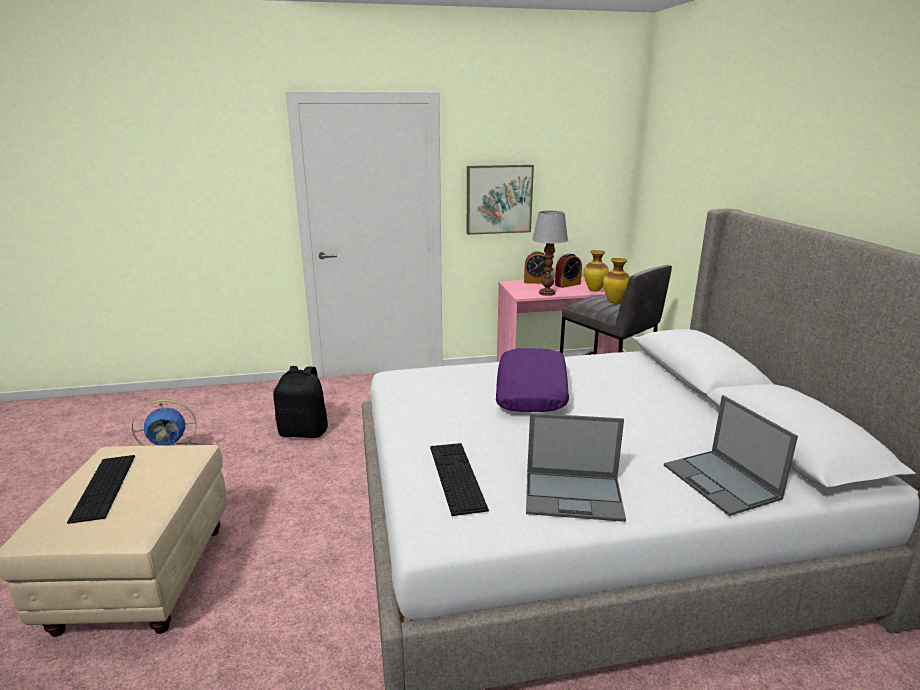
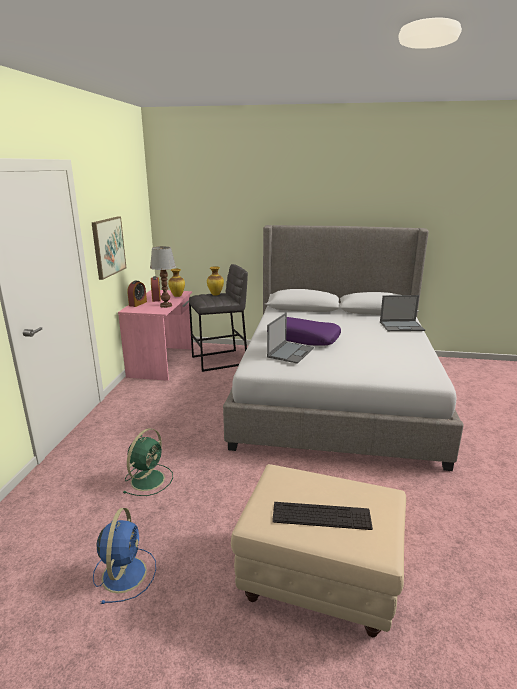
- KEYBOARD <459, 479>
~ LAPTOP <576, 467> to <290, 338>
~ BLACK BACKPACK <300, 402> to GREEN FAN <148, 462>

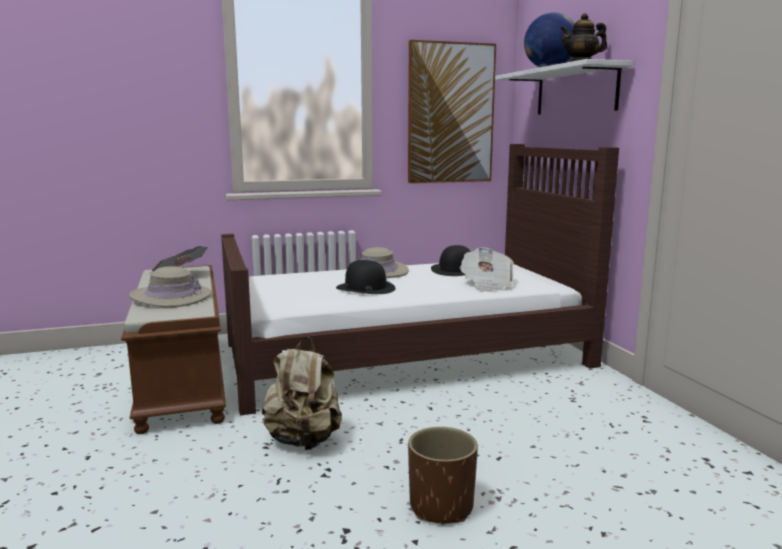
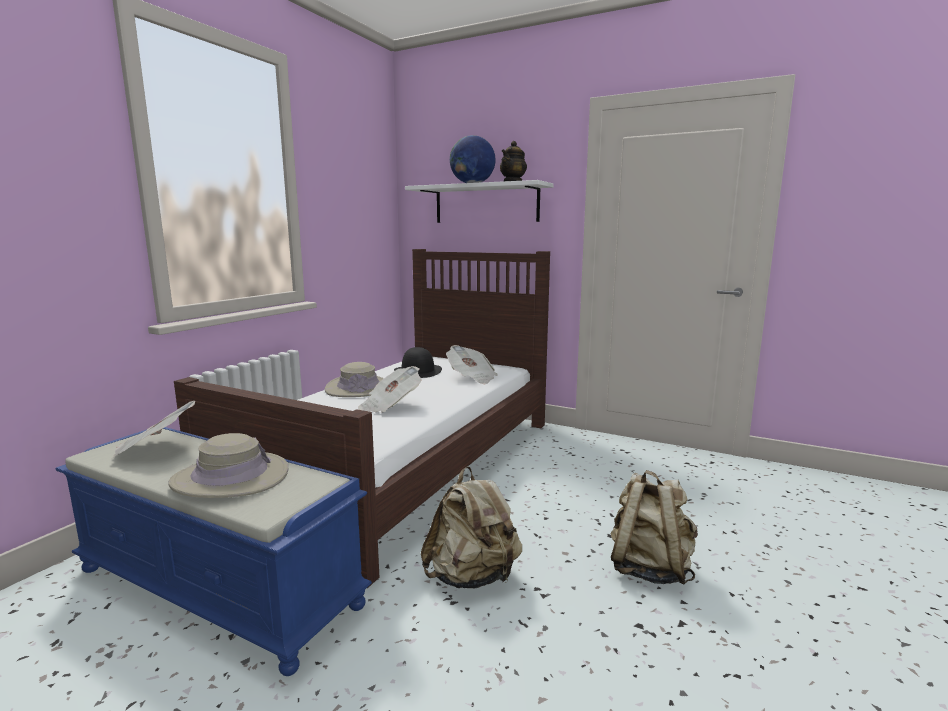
- PICTURE <452, 111>
~ BLACK HAT <366, 277> to NEWSPAPER <390, 389>
~ BROWN PLANTER <443, 475> to BEIGE BACKPACK <654, 527>
~ BROWN BENCH <173, 349> to BLUE BENCH <213, 551>

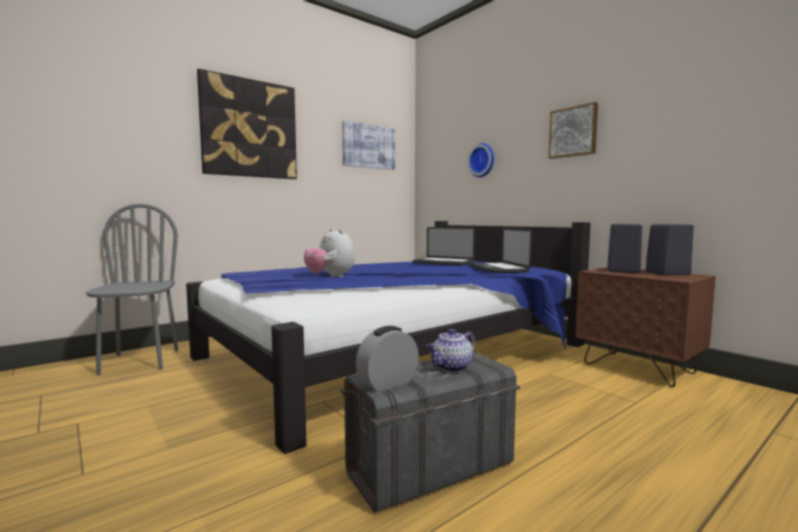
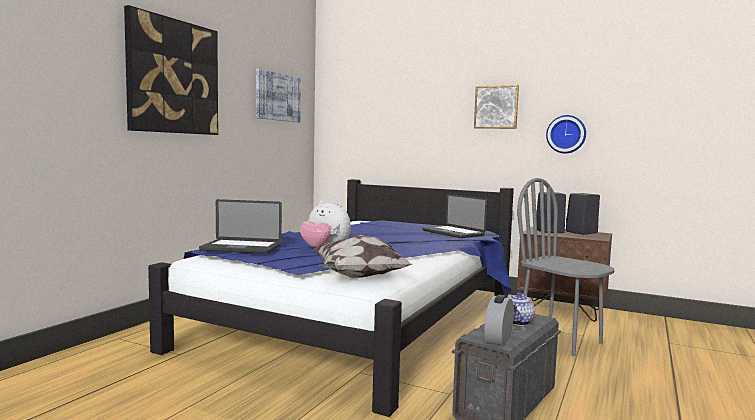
+ PILLOW <363, 256>
~ GREY CHAIR <132, 289> to <566, 267>
~ LAPTOP <444, 246> to <240, 226>
~ WALL CLOCK <480, 160> to <566, 134>

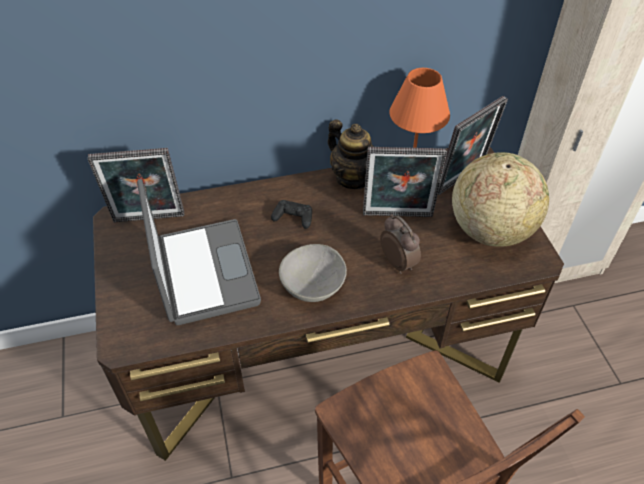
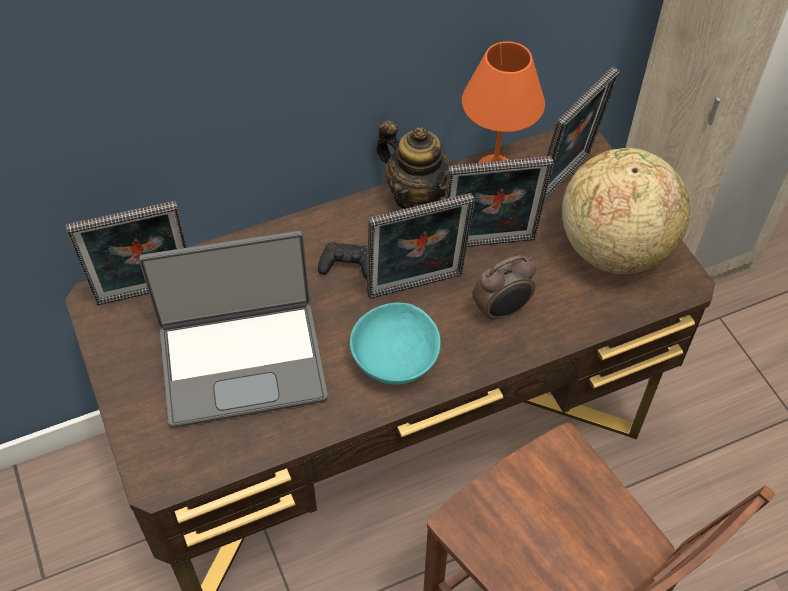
+ PICTURE FRAME <421, 246>
~ GREY BOWL <313, 273> to TURQUOISE BOWL <395, 344>
~ LAPTOP <199, 252> = <233, 329> 105 degrees clockwise
~ ALARM CLOCK <400, 244> = <504, 289> 105 degrees clockwise

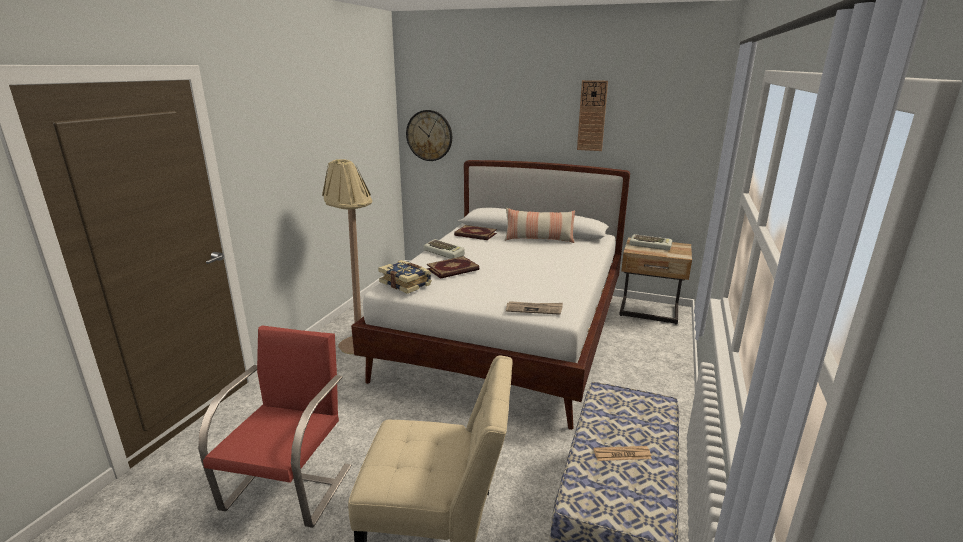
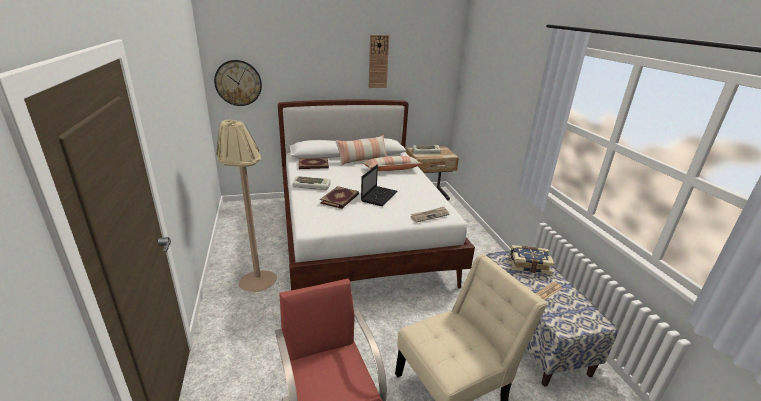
+ LAPTOP <379, 185>
+ PILLOW <392, 163>
~ BOOK <405, 277> to <531, 260>

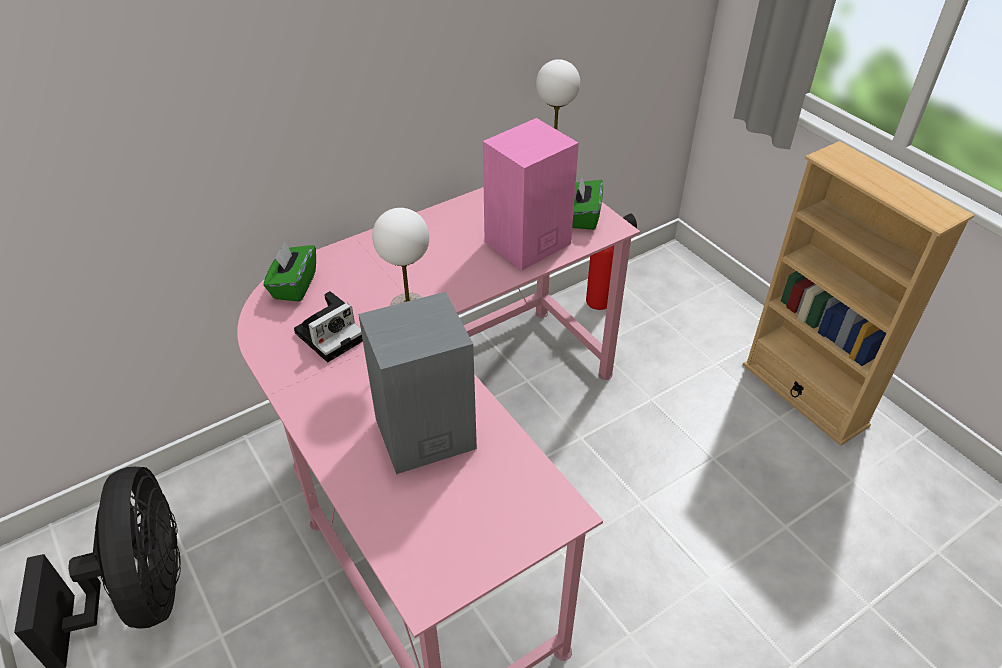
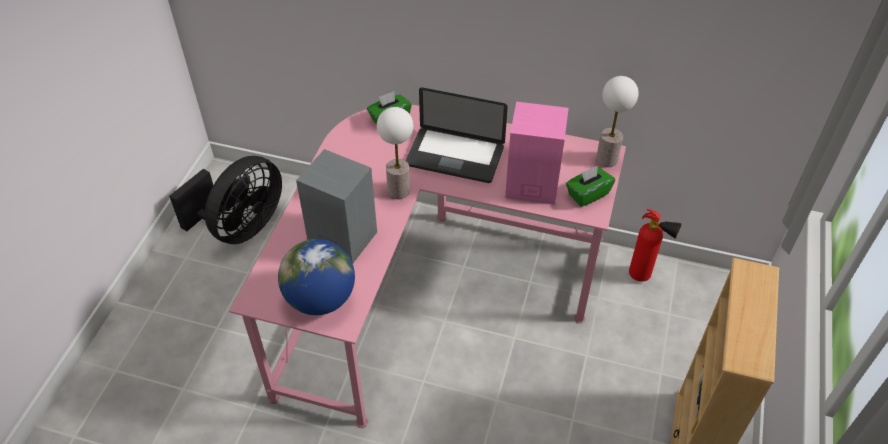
- PHOTO CAMERA <328, 326>
+ GLOBE <316, 277>
+ LAPTOP <456, 135>

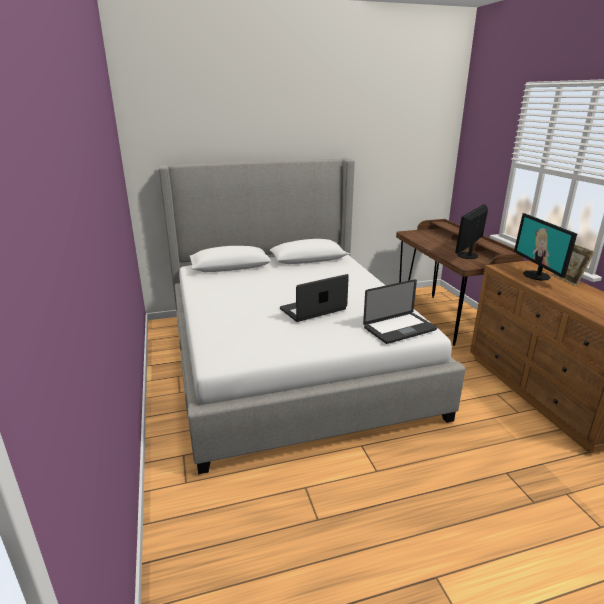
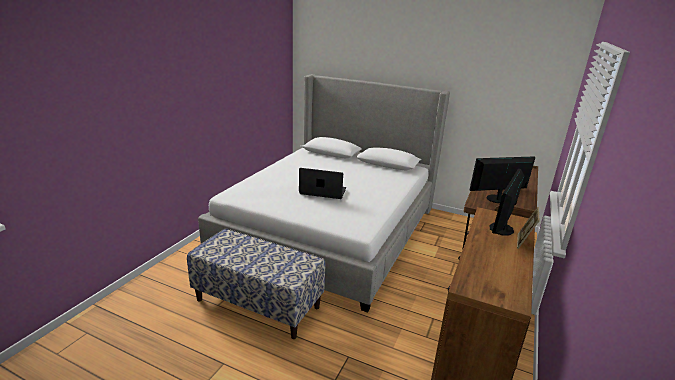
- LAPTOP <400, 311>
+ BENCH <256, 284>

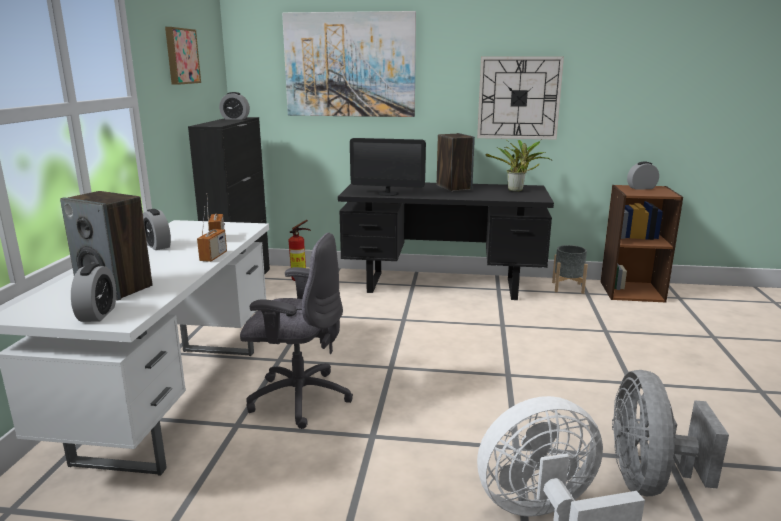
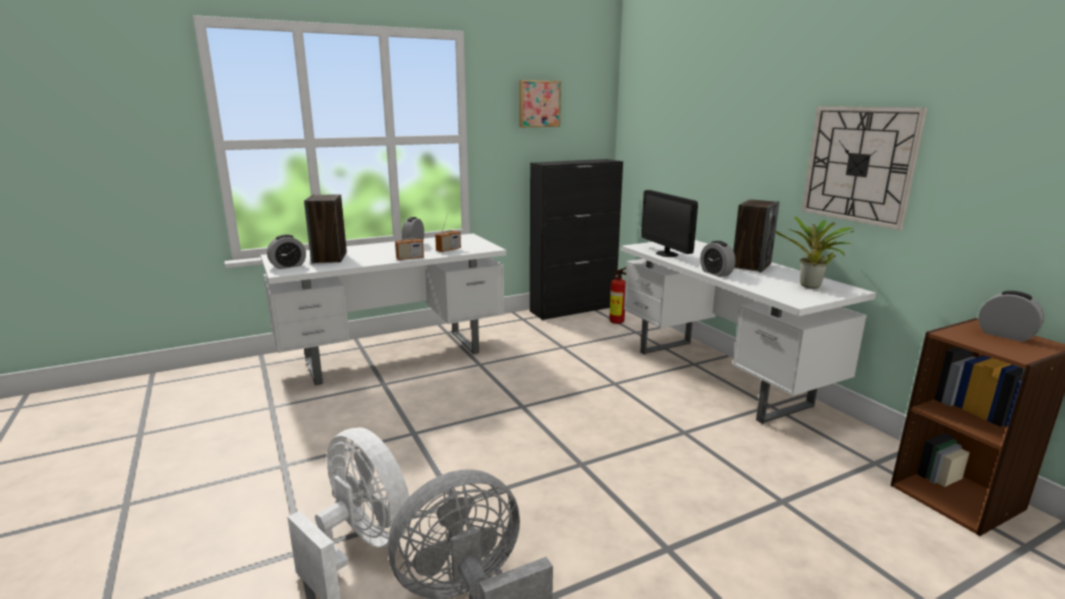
- GREY OFFICE CHAIR <296, 331>
- PICTURE <349, 64>
- GREY PLANTER <570, 269>
~ ALARM CLOCK <234, 106> to <718, 259>
~ BLACK DESK <446, 241> to WHITE DESK <748, 332>

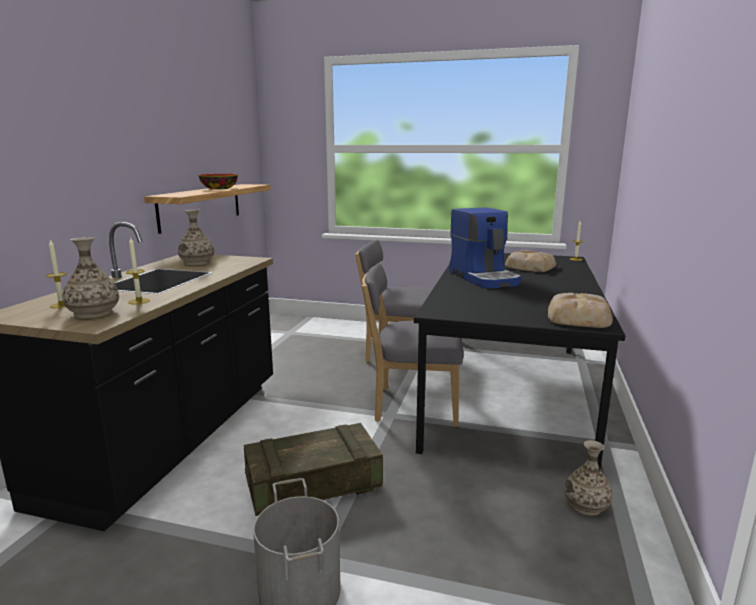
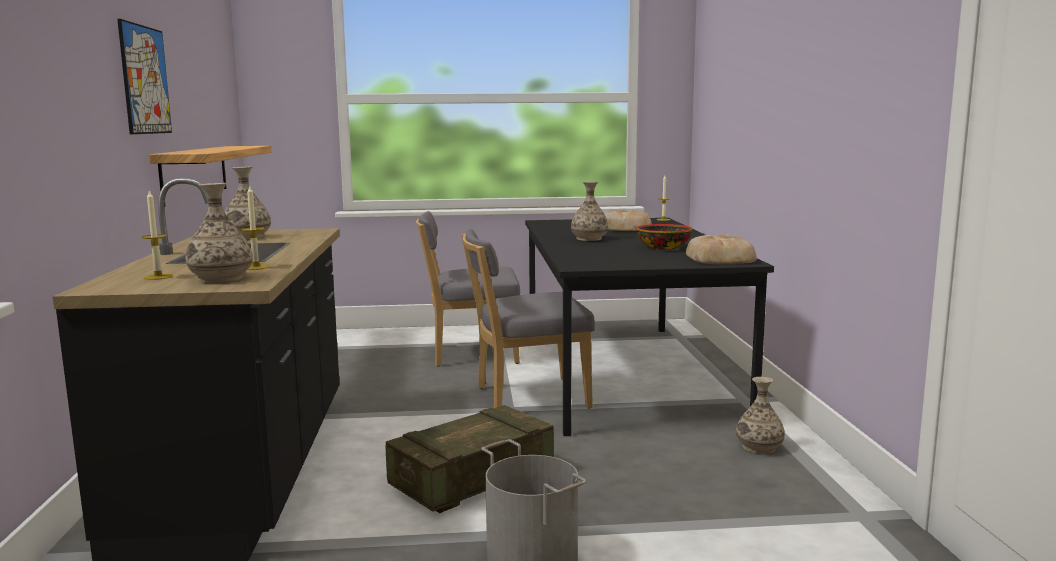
+ PICTURE <144, 76>
~ BOWL <218, 182> to <664, 237>
~ COFFEE MACHINE <485, 247> to VASE <589, 211>

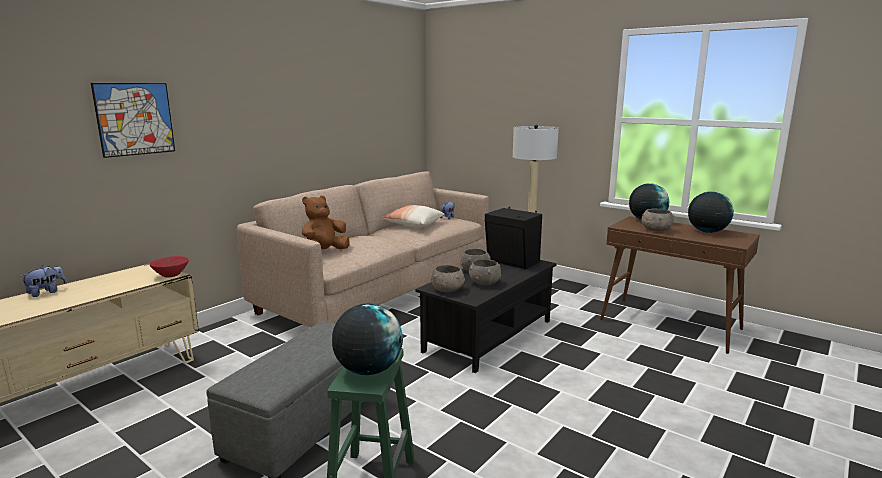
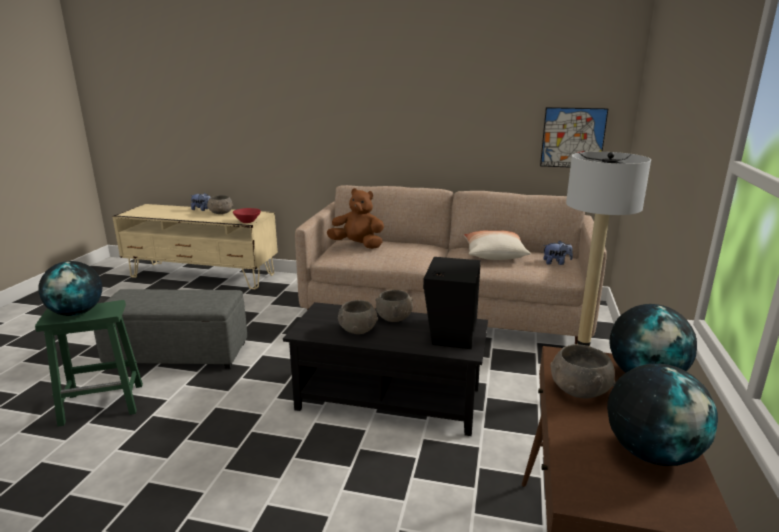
~ PICTURE <133, 120> to <574, 137>
~ GREY BOWL <448, 278> to <220, 204>

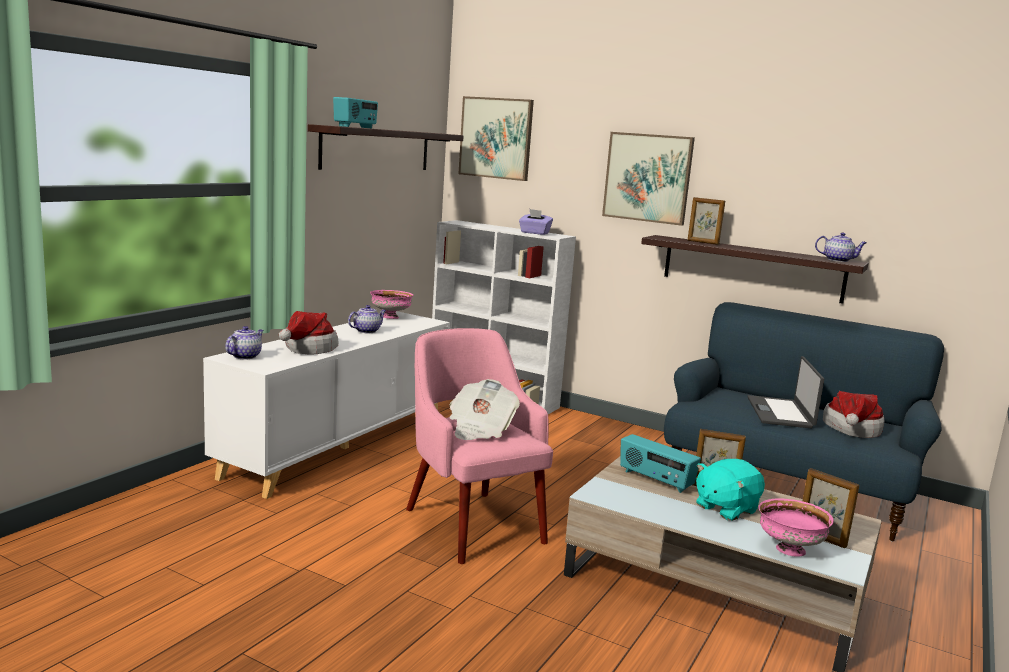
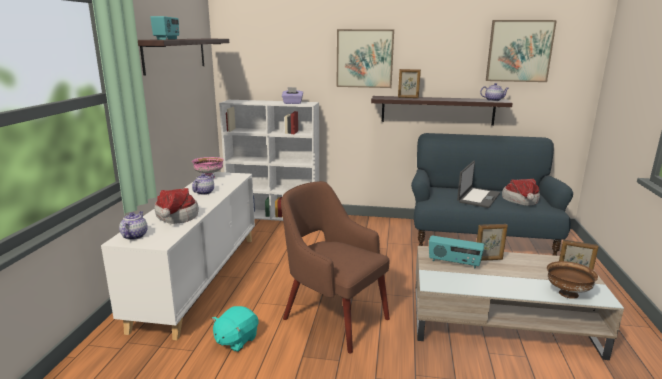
- NEWSPAPER <484, 409>
~ PICTURE <496, 138> to <521, 51>
~ TURQUOISE PLUSH TOY <730, 490> to <235, 329>
~ PINK ARMCHAIR <479, 446> to BROWN ARMCHAIR <335, 267>
~ PINK BOWL <796, 527> to BROWN BOWL <572, 280>
~ LAPTOP <785, 392> = <478, 184> 135 degrees counterclockwise

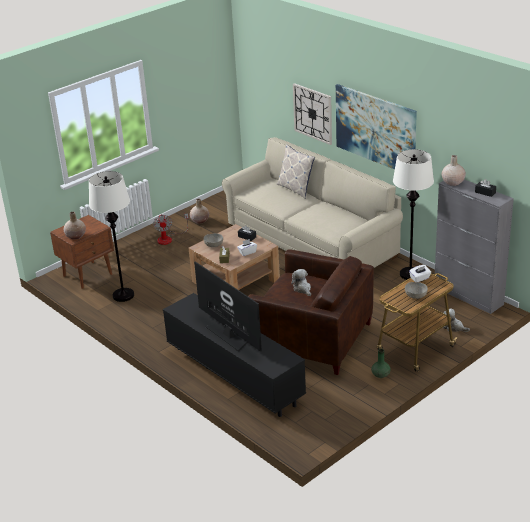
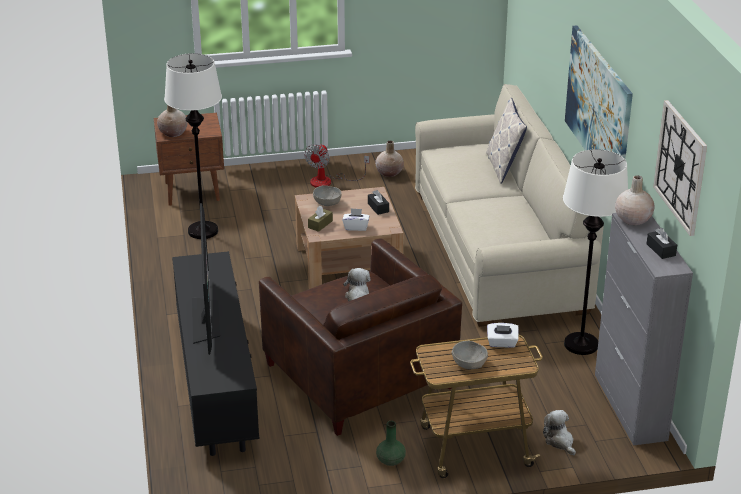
~ WALL CLOCK <312, 114> to <680, 168>

